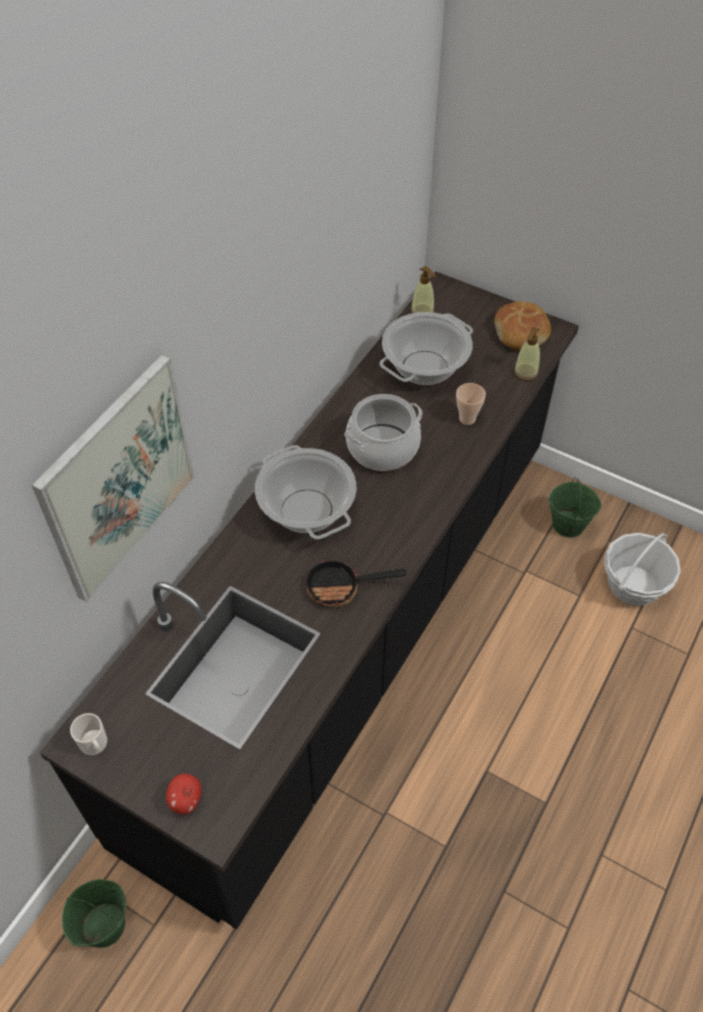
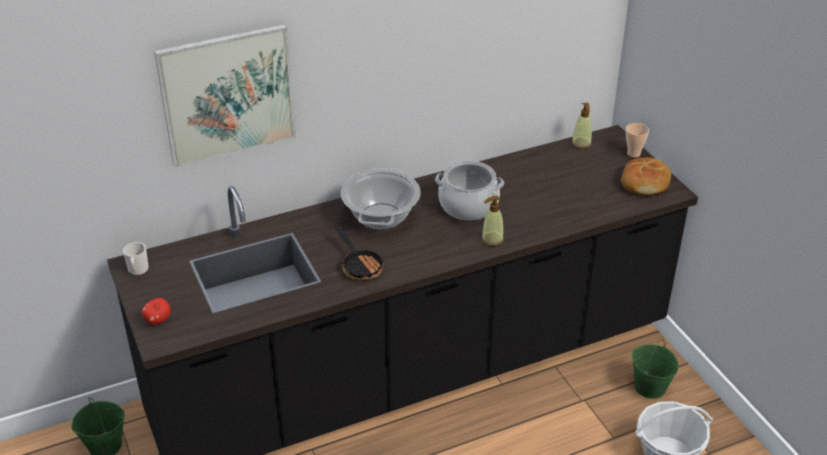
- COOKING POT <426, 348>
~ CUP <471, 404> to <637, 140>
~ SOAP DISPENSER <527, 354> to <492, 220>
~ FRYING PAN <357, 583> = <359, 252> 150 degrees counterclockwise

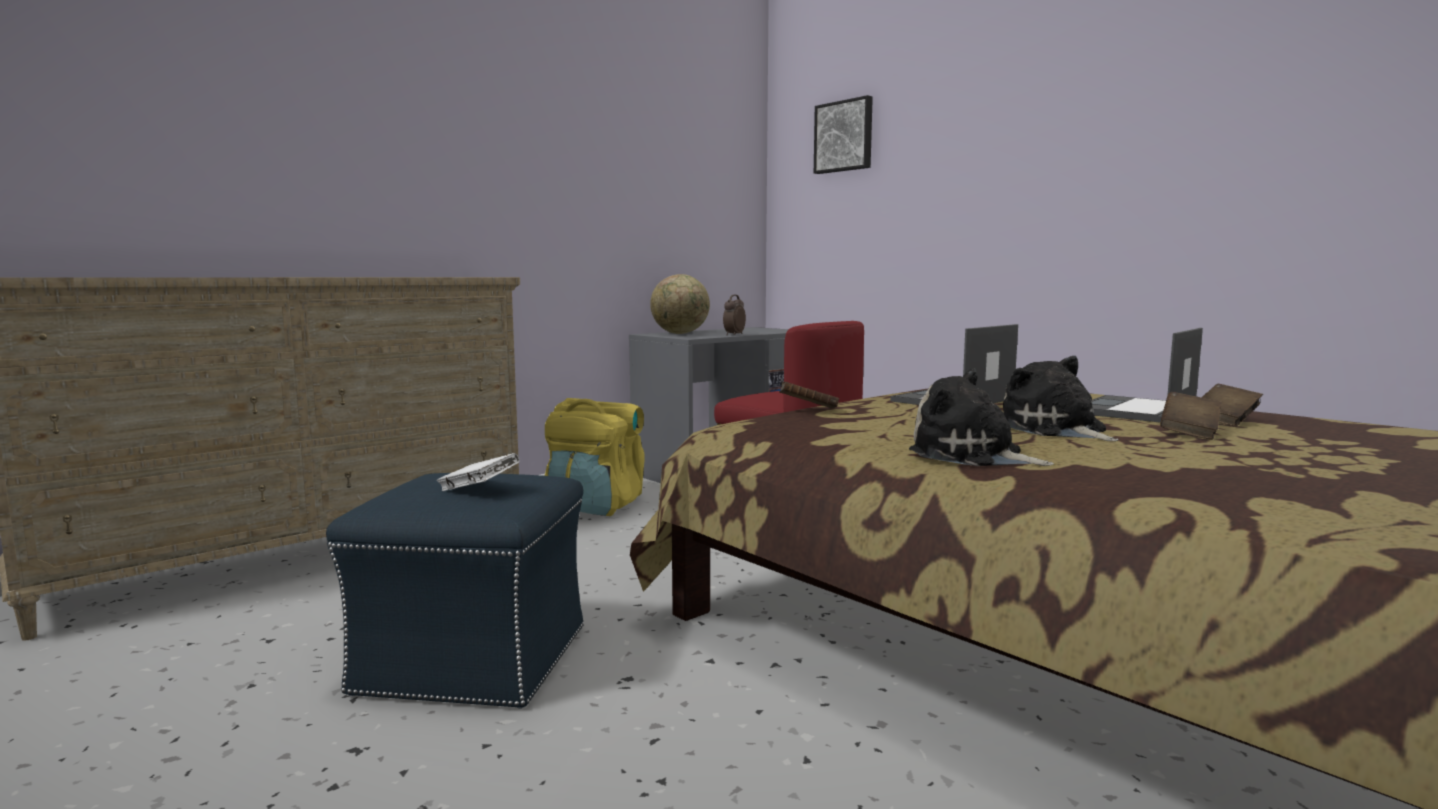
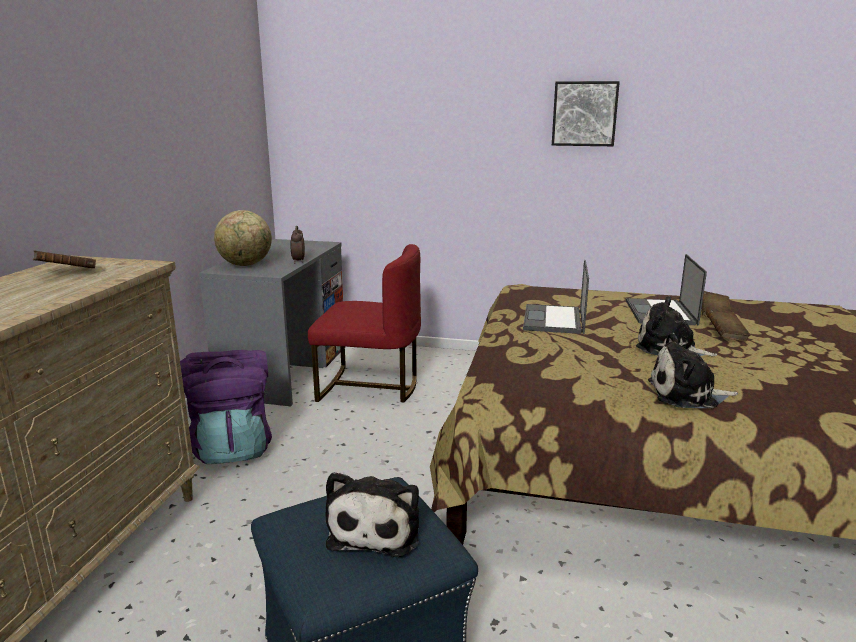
~ BROWN BOOK <809, 395> to <64, 259>
~ PICTURE <843, 134> to <586, 113>
~ WHITE BOOK <478, 472> to PLUSH TOY <372, 514>
~ YELLOW BACKPACK <594, 457> to PURPLE BACKPACK <226, 407>

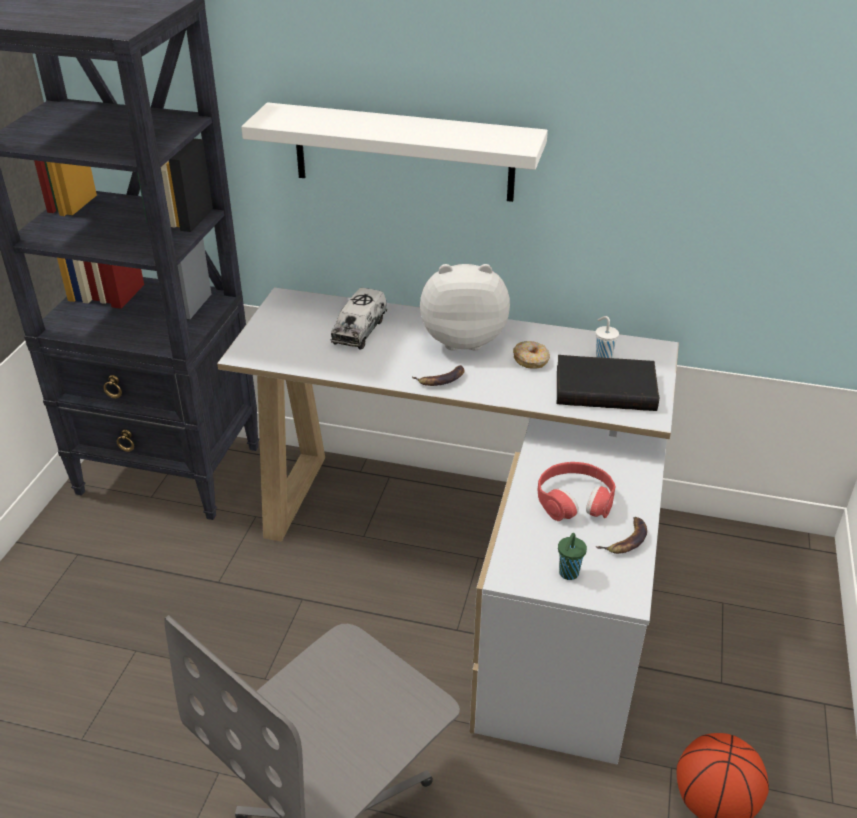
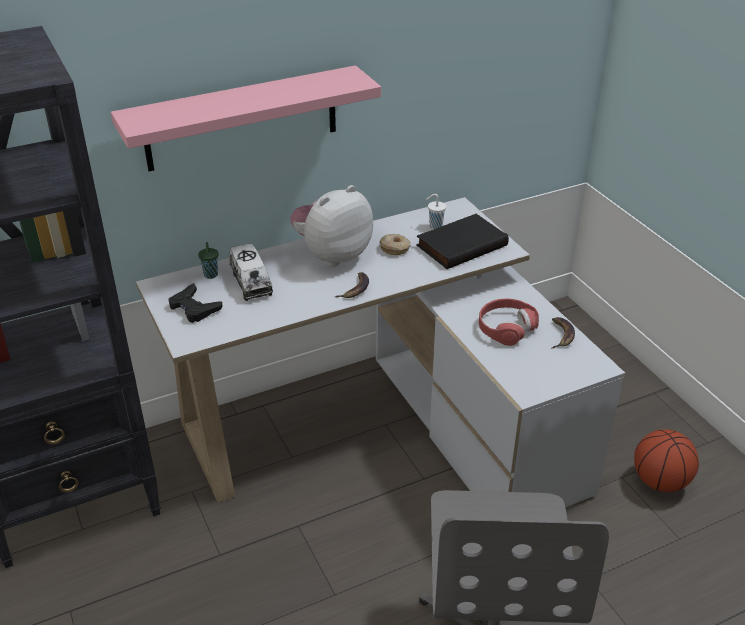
+ BLACK GAME CONTROLLER <195, 303>
~ GREEN CUP <572, 556> to <208, 260>
~ WHITE SHELF <394, 152> to PINK SHELF <246, 118>

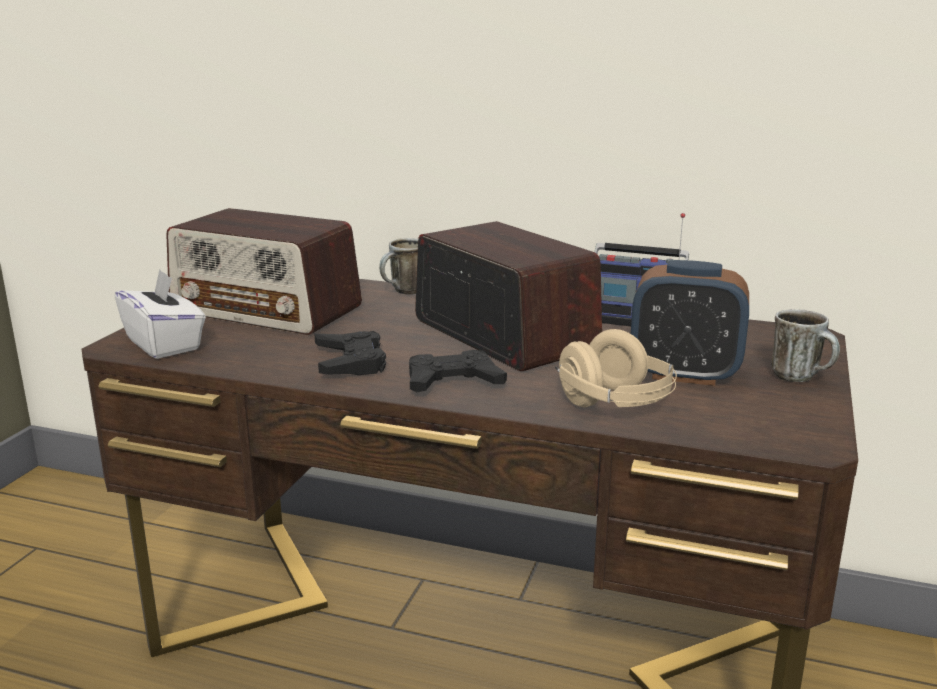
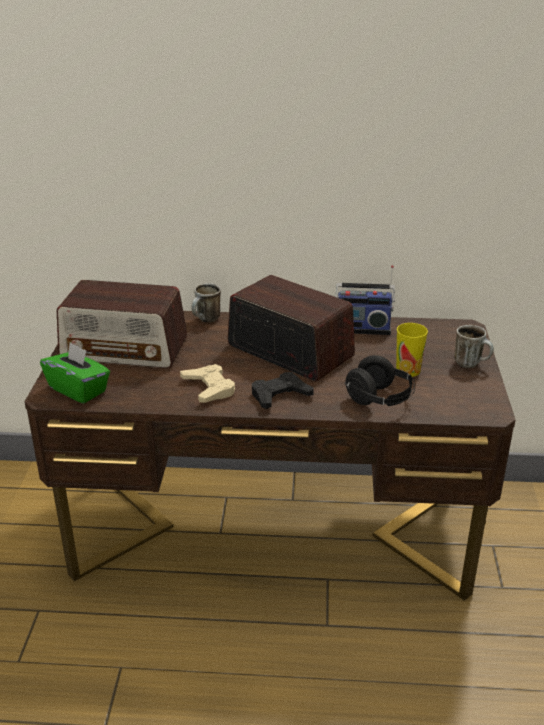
~ ALARM CLOCK <690, 323> to CUP <412, 350>
~ WHITE TISSUE BOX <160, 314> to GREEN TISSUE BOX <75, 372>
~ BLACK GAME CONTROLLER <350, 353> to BEIGE GAME CONTROLLER <207, 383>
~ BEIGE HEADPHONES <616, 368> to BLACK HEADPHONES <379, 380>

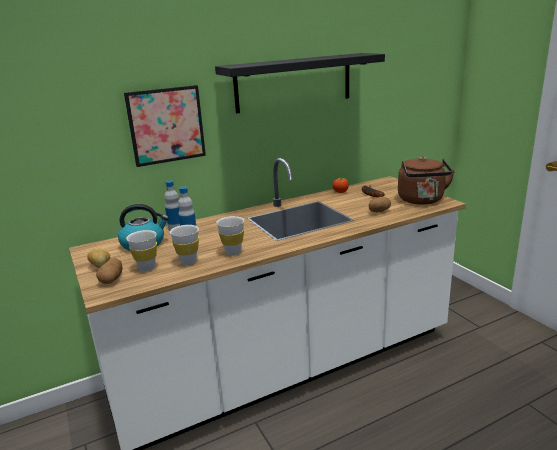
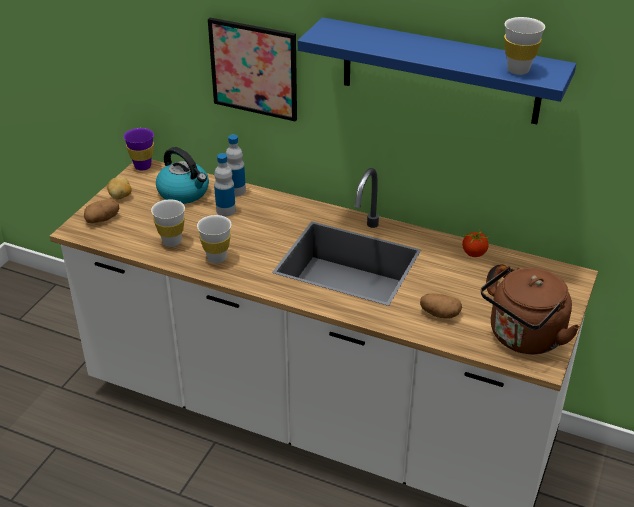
+ PURPLE CUP <139, 149>
~ WHITE CUP <141, 251> to <524, 46>
~ BLACK SHELF <300, 83> to BLUE SHELF <437, 70>

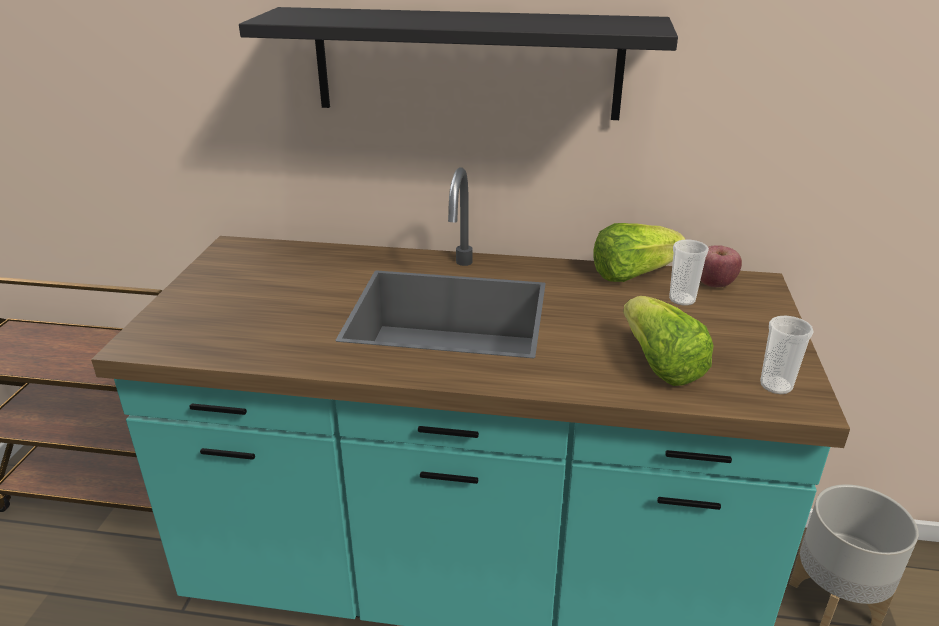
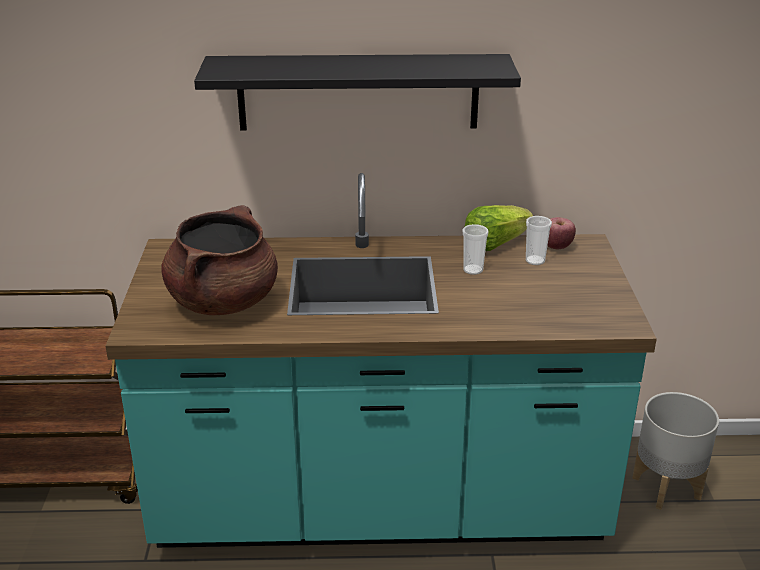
- LETTUCE <668, 341>
+ BROWN COOKING POT <220, 260>
~ CUP <786, 354> to <475, 249>

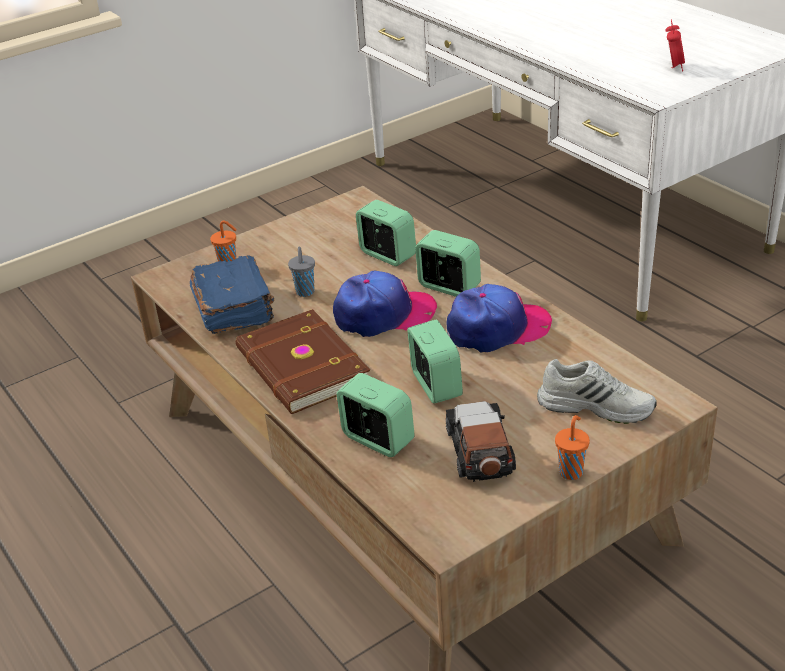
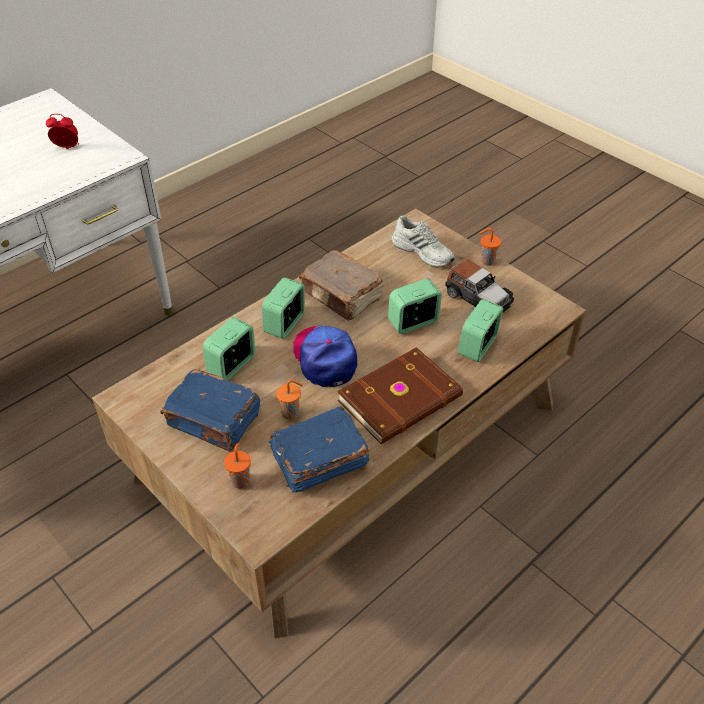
+ BLUE BOOK <210, 410>
~ CAP <499, 318> to BROWN BOOK <341, 285>
~ GREY CUP <301, 272> to ORANGE CUP <289, 400>
~ TOY CAR <481, 441> = <479, 285> 120 degrees counterclockwise
~ WHITE SHOE <597, 391> = <422, 241> 120 degrees clockwise

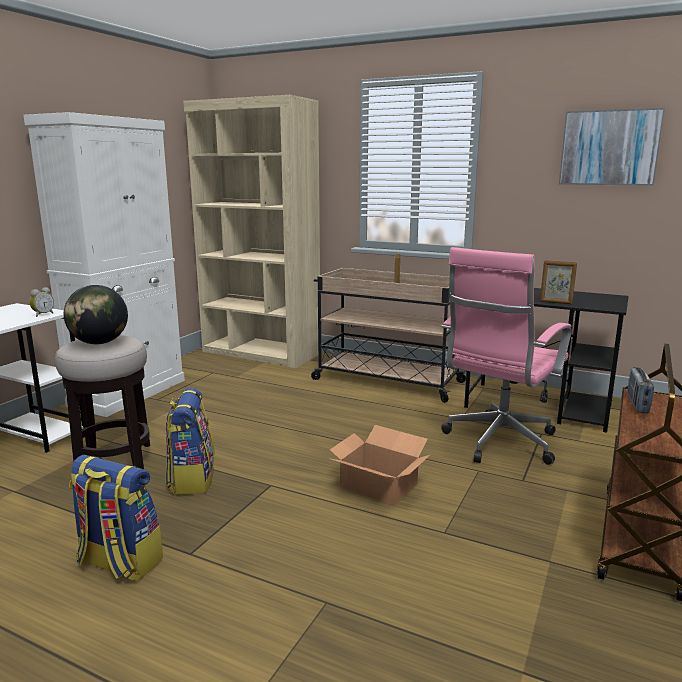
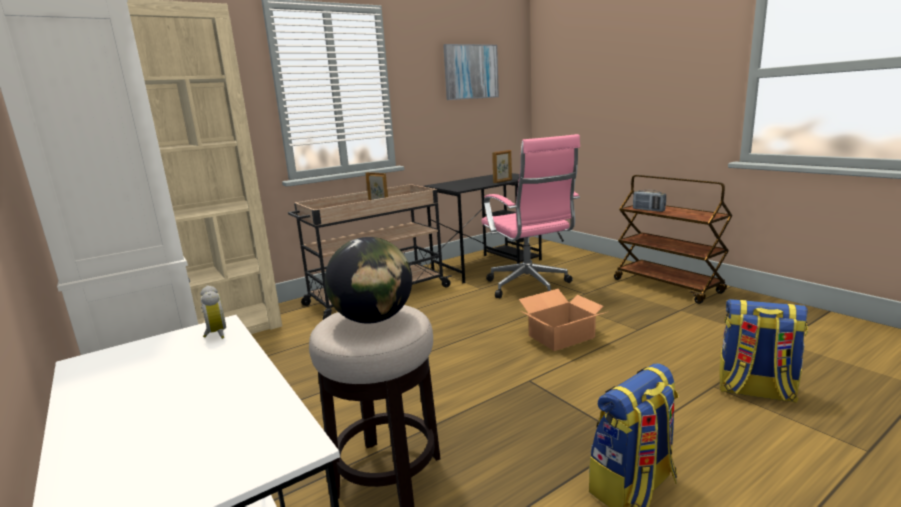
~ BACKPACK <190, 441> to <763, 351>

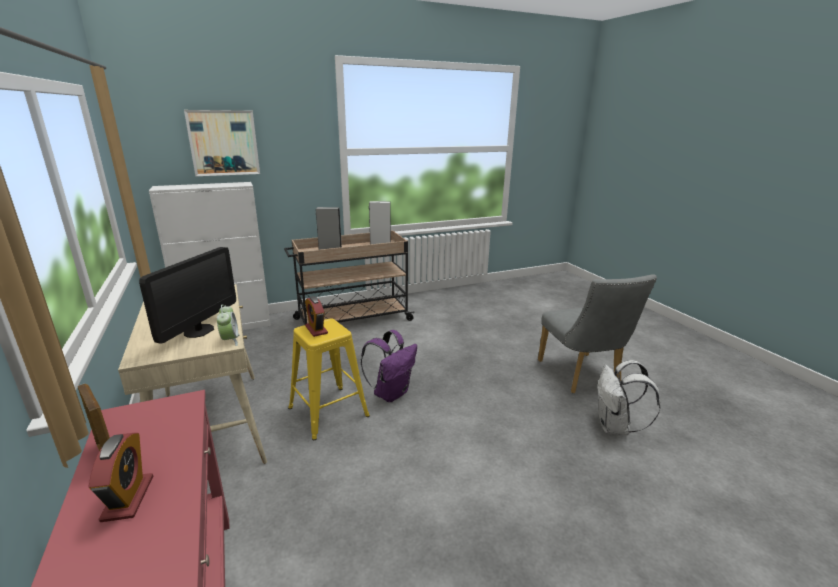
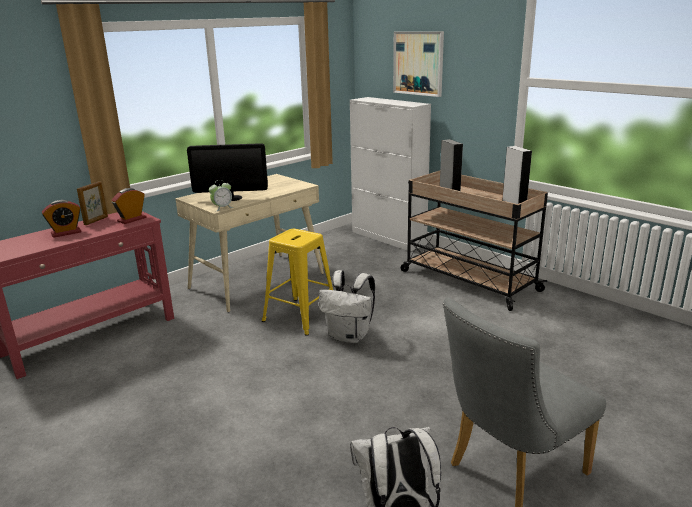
~ ALARM CLOCK <316, 316> to <128, 206>
~ PURPLE BACKPACK <389, 366> to WHITE BACKPACK <347, 306>

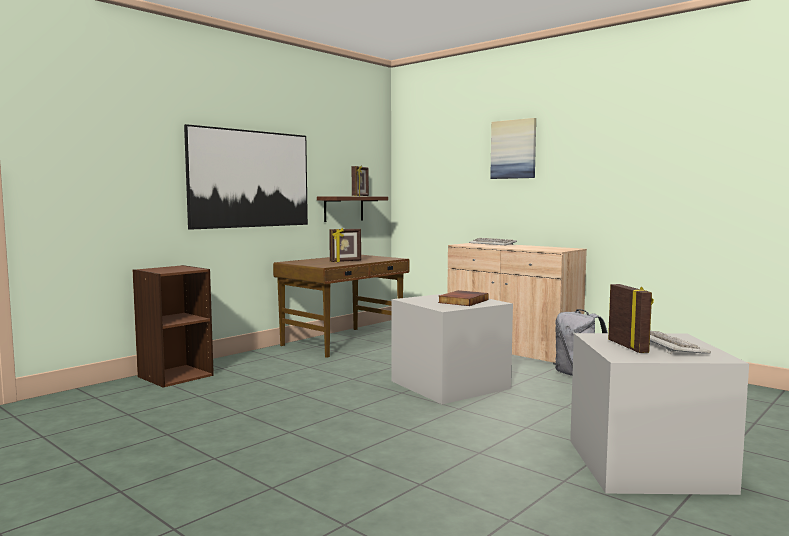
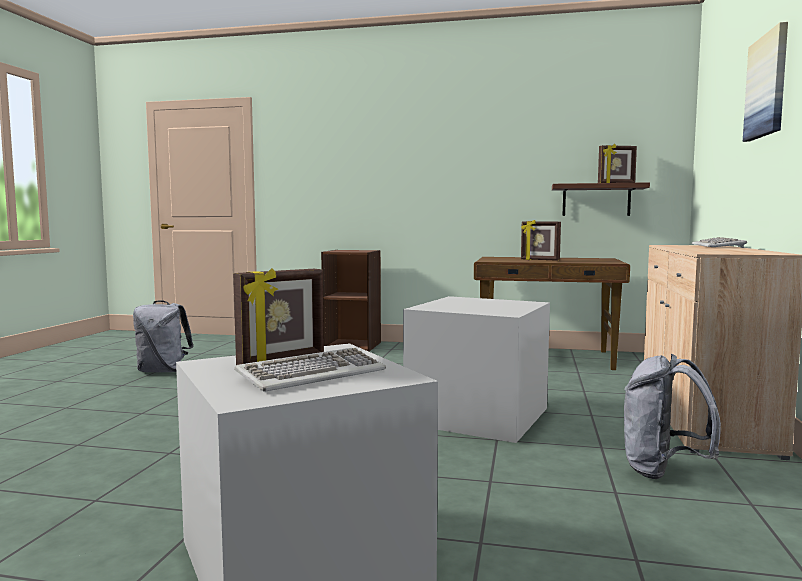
- PICTURE <246, 177>
- BOOK <463, 298>
+ GREY BACKPACK <163, 336>

